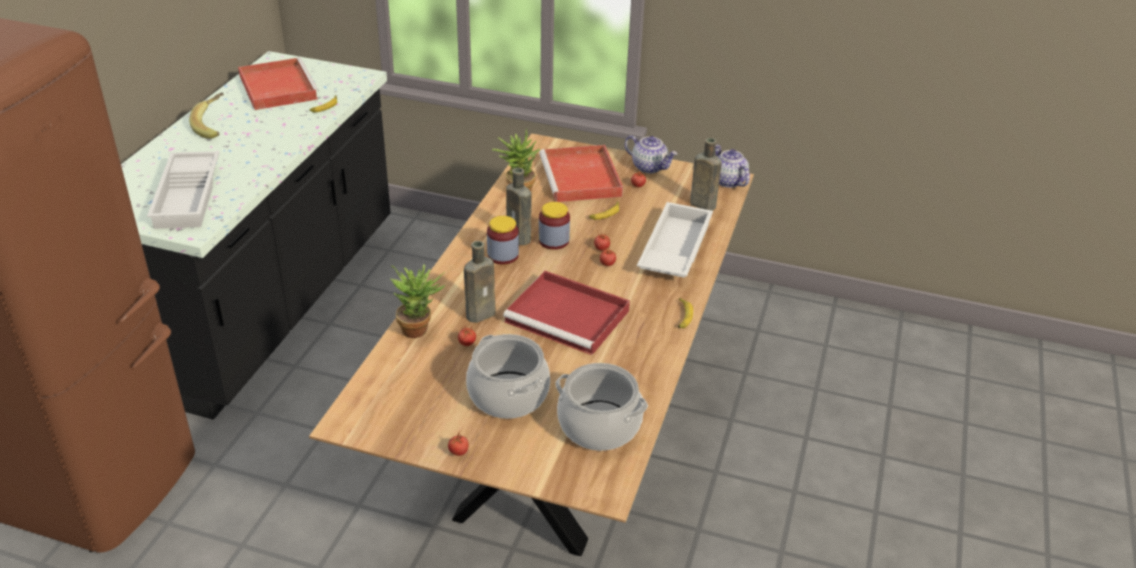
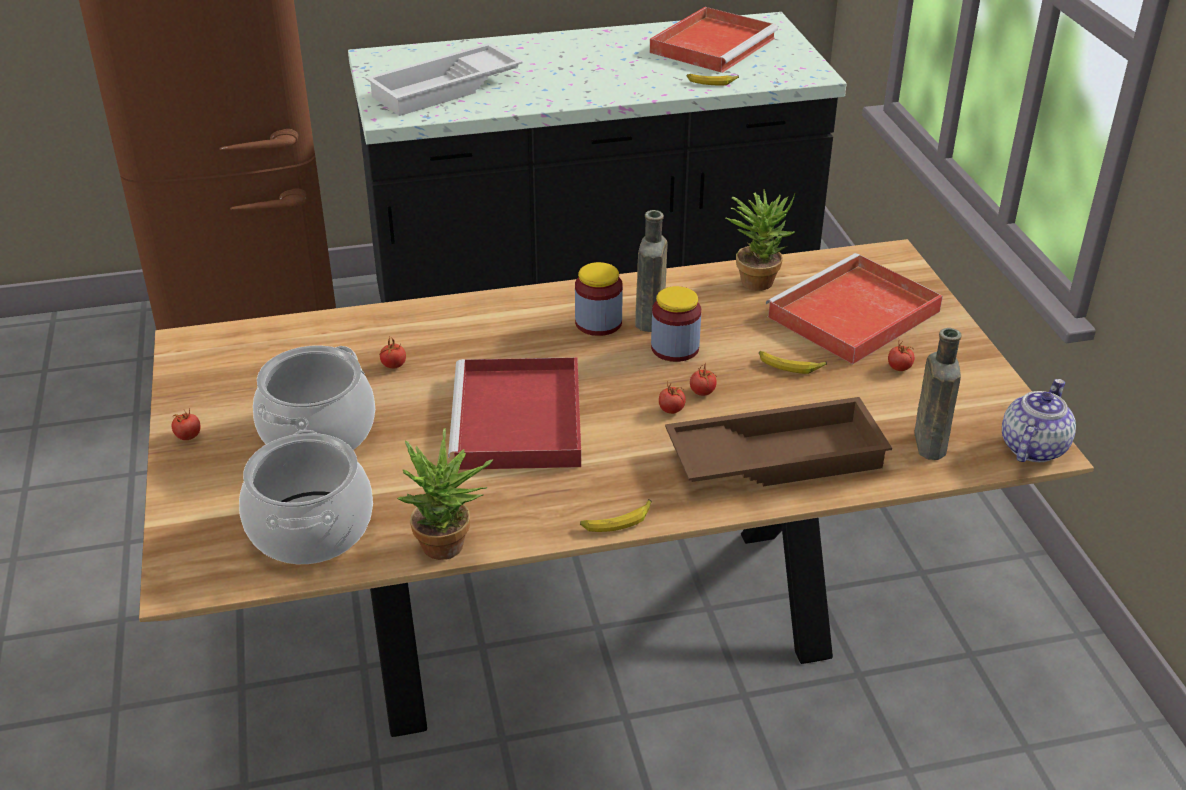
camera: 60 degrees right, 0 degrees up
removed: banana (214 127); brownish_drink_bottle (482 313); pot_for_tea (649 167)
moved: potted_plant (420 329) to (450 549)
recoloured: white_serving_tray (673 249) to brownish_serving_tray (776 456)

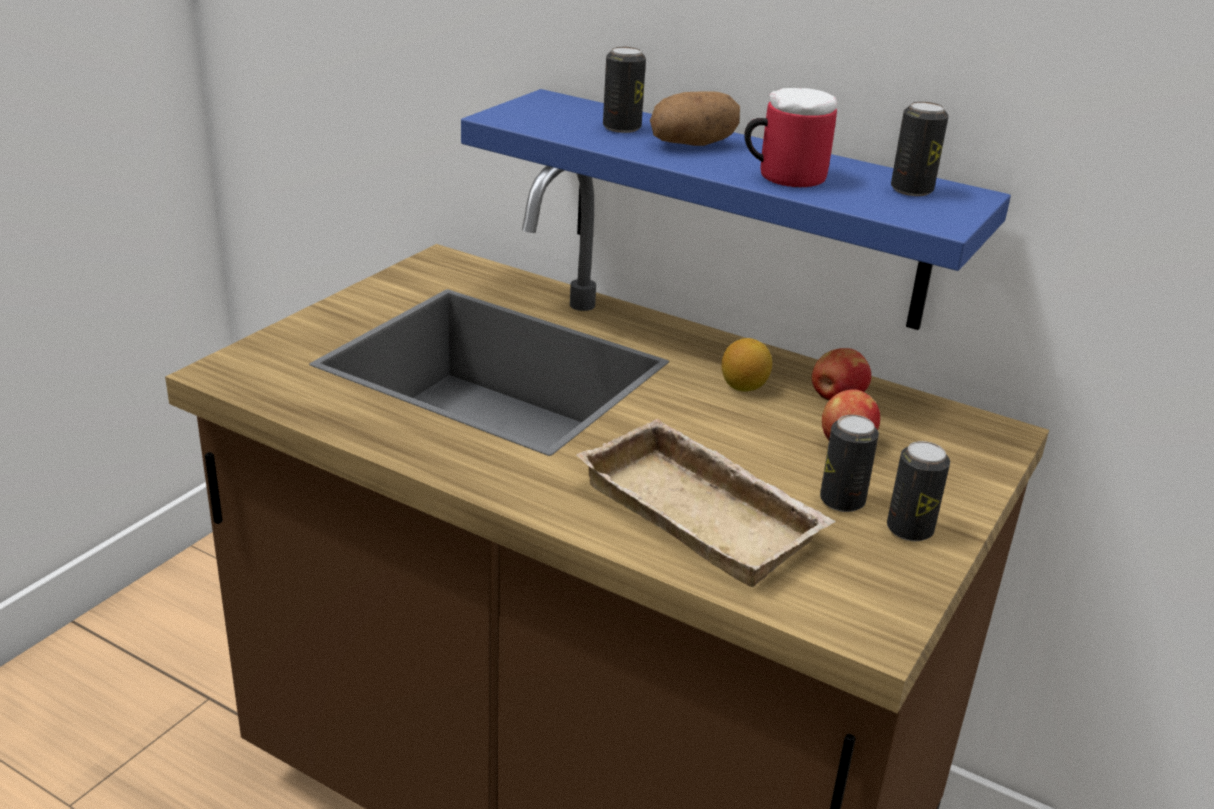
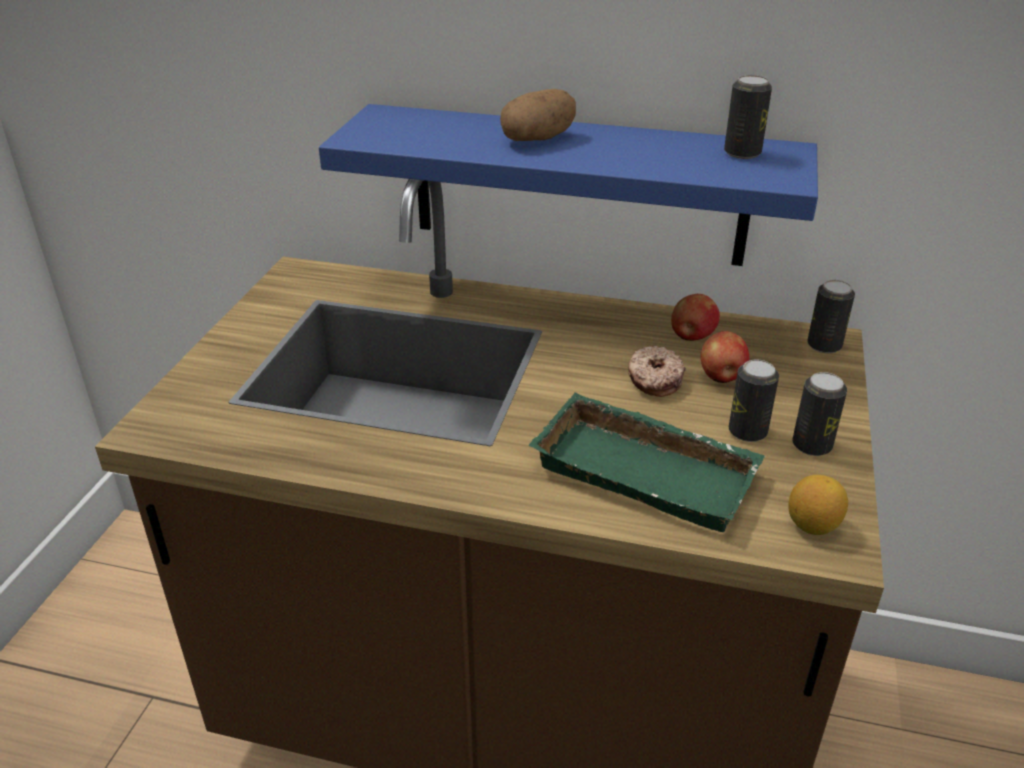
camera: 15 degrees left, 5 degrees up
removed: tea_mug (782 176)
added: donut (654 380)
moved: can (621 128) to (824 345); citrus_fruit (743 387) to (812 525)
recoloured: sand-coloured_serving_tray (706 513) to green_serving_tray (649 470)

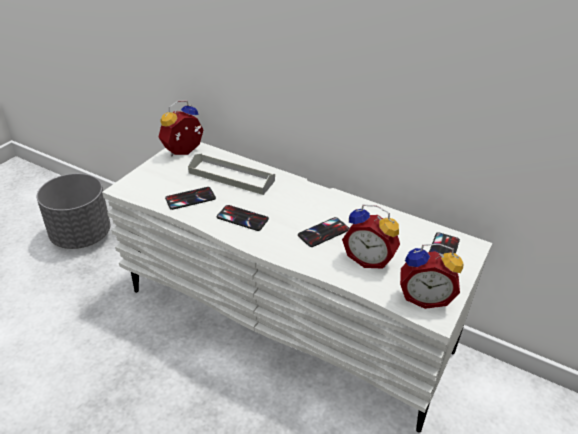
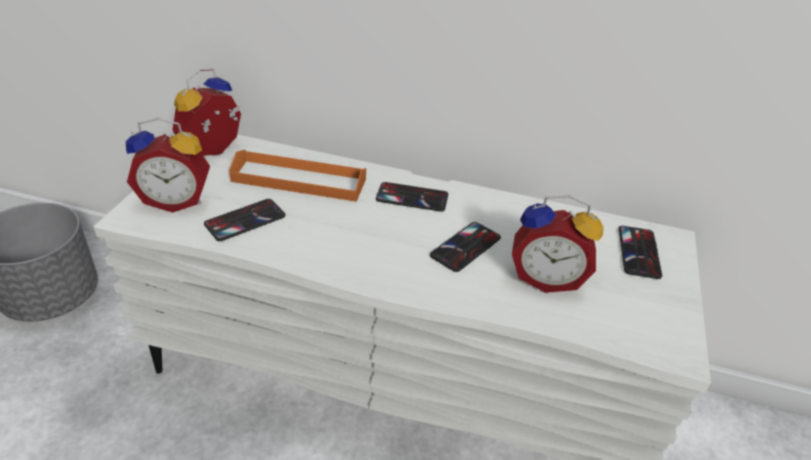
camera: 15 degrees left, 0 degrees up
moved: telephone (242 218) to (412 197); bedside_clock (424 297) to (176 200)
recoloured: grey_serving_tray (231 177) to orange-coloured_serving_tray (299 180)

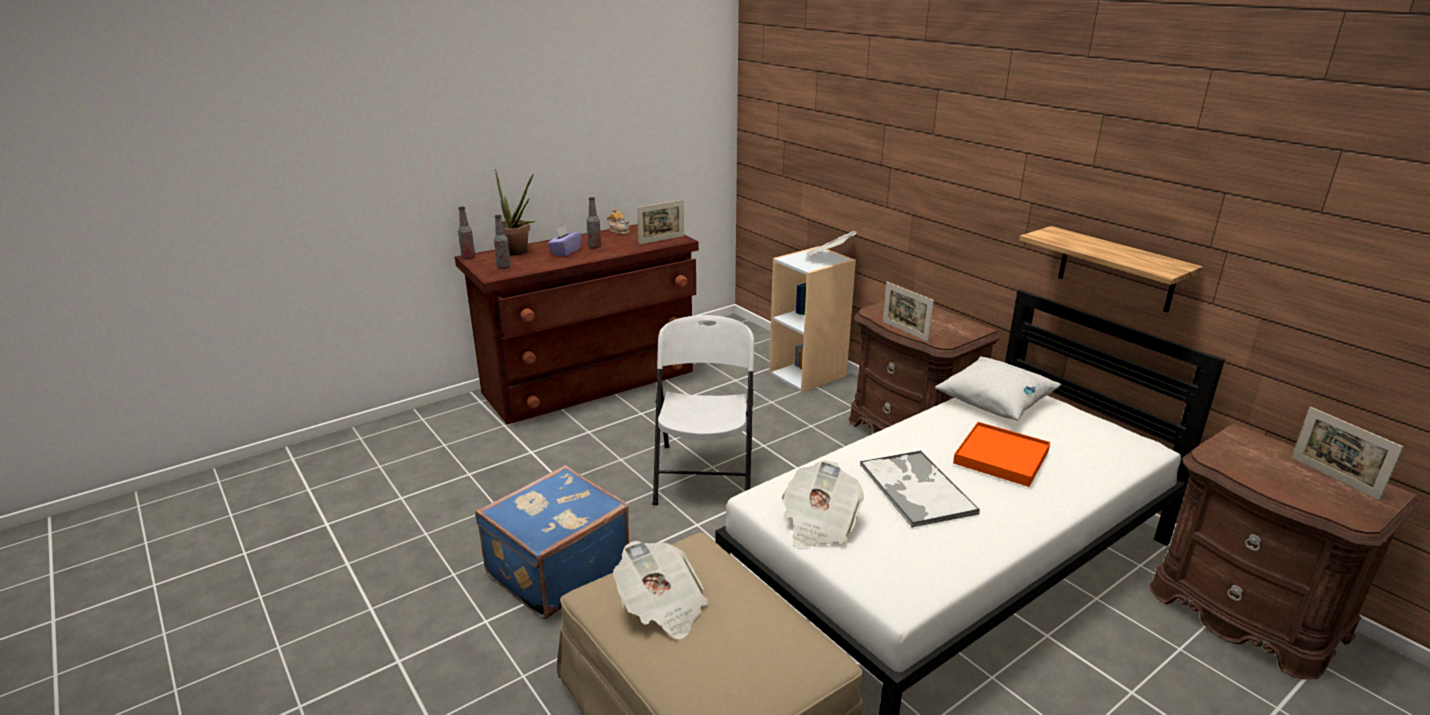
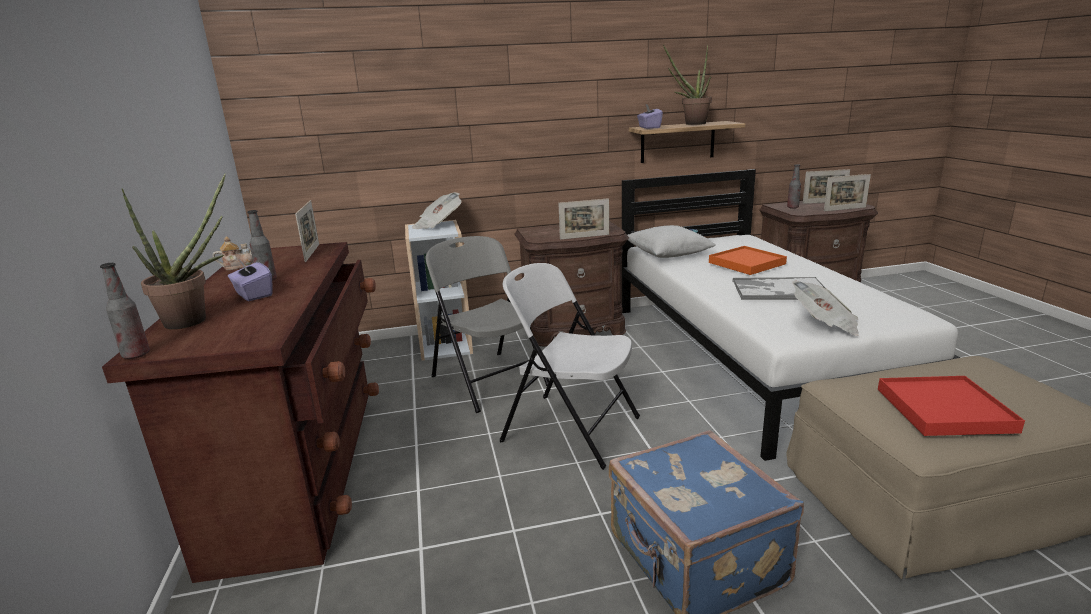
camera: 65 degrees left, 5 degrees down
added: grey_upright_chair (490 380); purple-coloured_tissue_holder (649 127); potted_plant (691 124); photo_frame (845 209)
moved: drink_bottle (504 267) to (792 207)
replaced: daily_paper (662 607) to red_serving_tray (944 409)

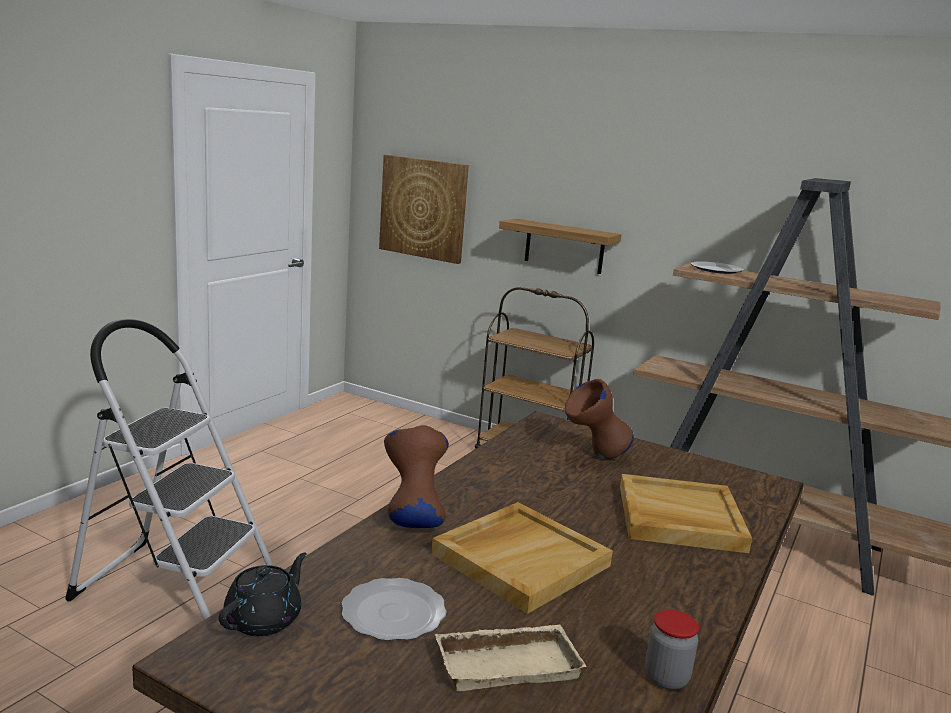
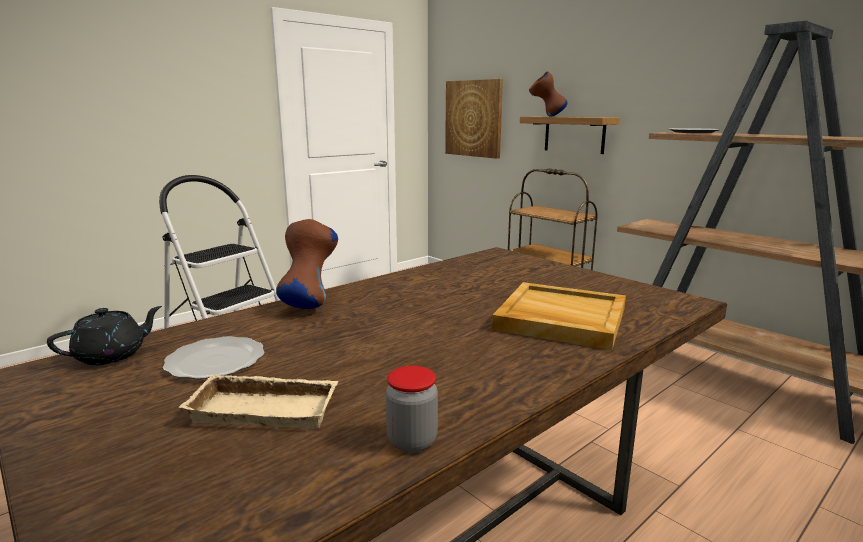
camera: 20 degrees right, 0 degrees up
removed: sand-coloured_serving_tray (521 559)
moved: brownish_flower_vase (594 457) to (546 116)

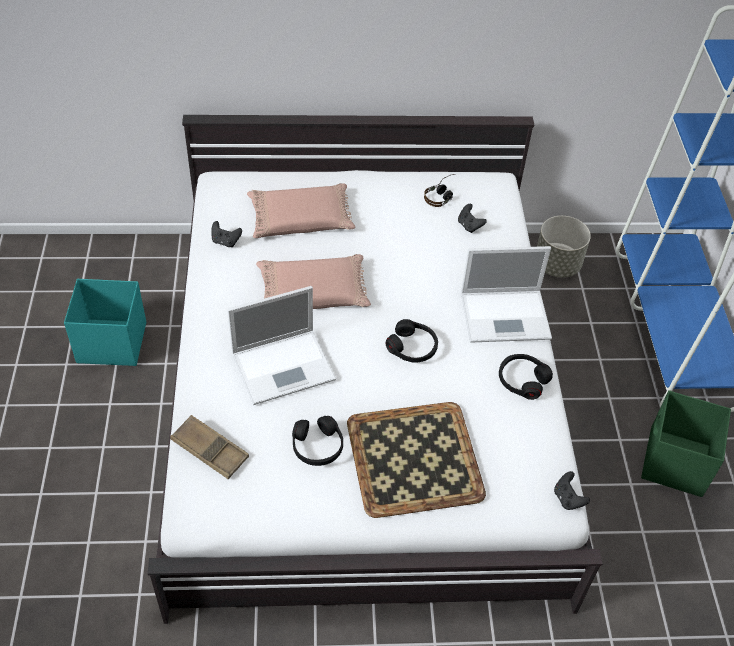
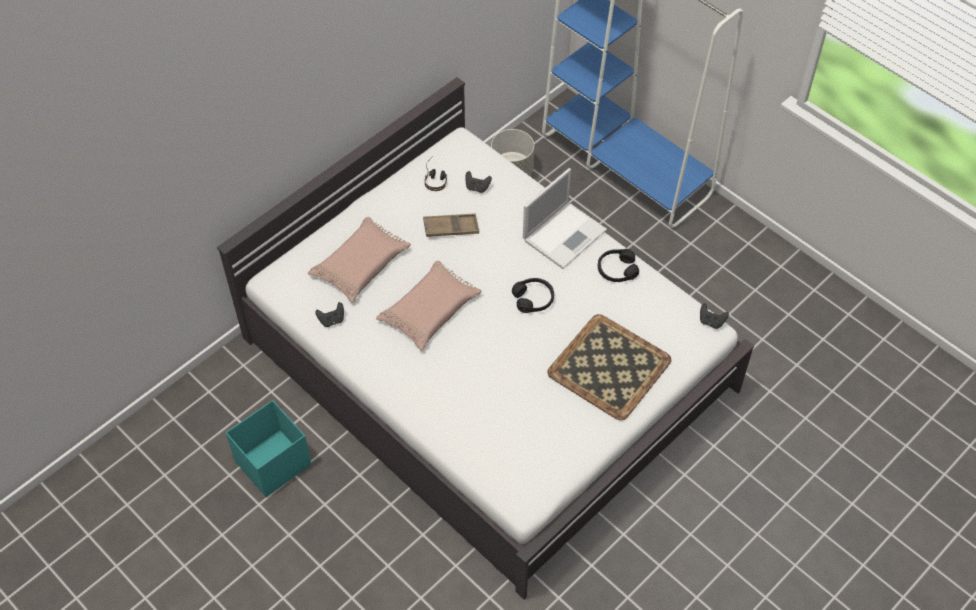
camera: 40 degrees left, 5 degrees up
removed: notebook_computer (285 365); black-coloured_headset (317 446); green_storage_bin (674 463)
moved: brownish_serving_tray (210 450) to (451 228)

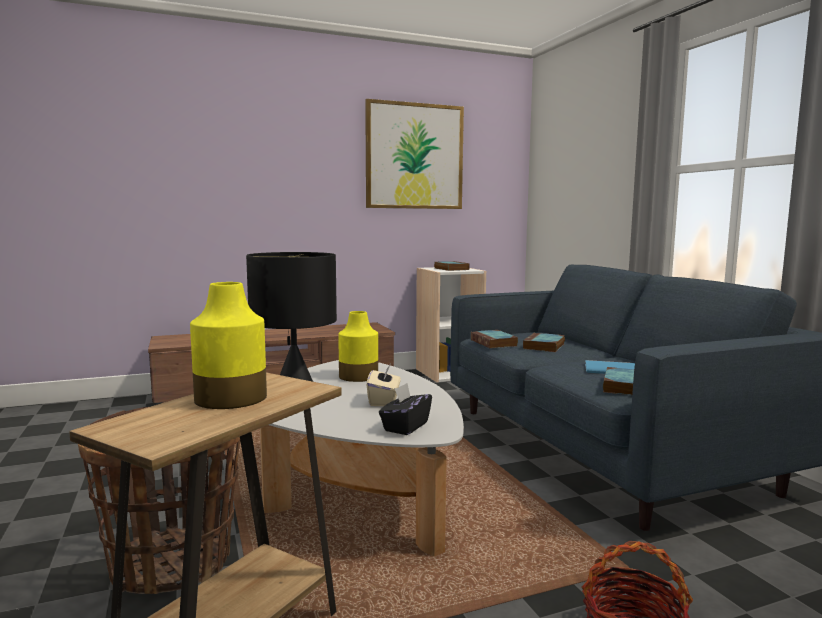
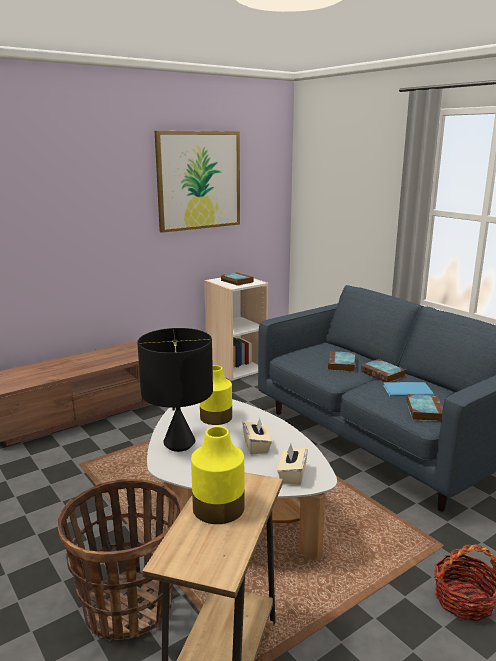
camera: 15 degrees left, 10 degrees up
moved: volume (494 343) to (383 374)
recoloured: black-coloured_tissue_holder (405 427) to sand-coloured_tissue_holder (292 475)

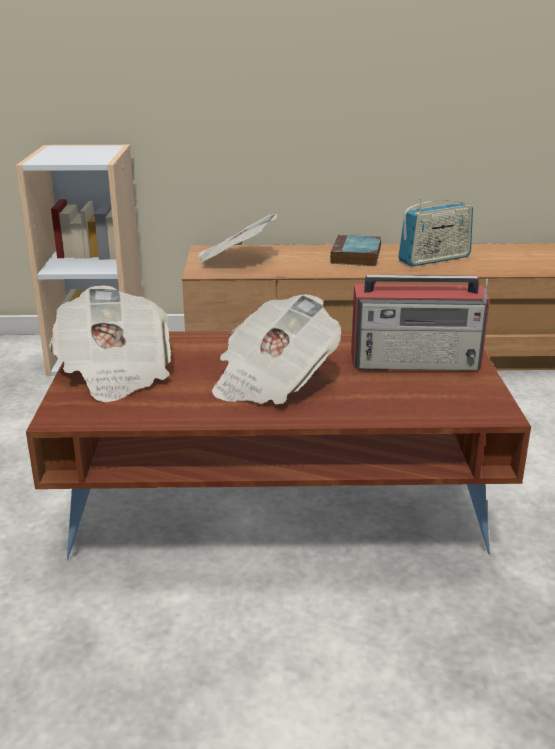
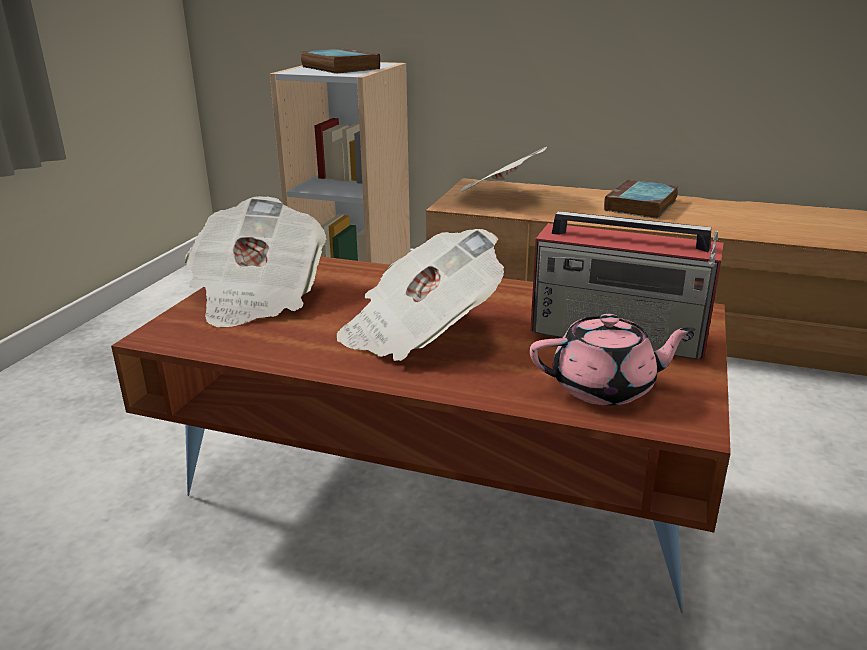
camera: 20 degrees right, 0 degrees up
removed: radio_receiver (434 259)
added: volume (338 68); pinkish_pot_for_tea (605 388)

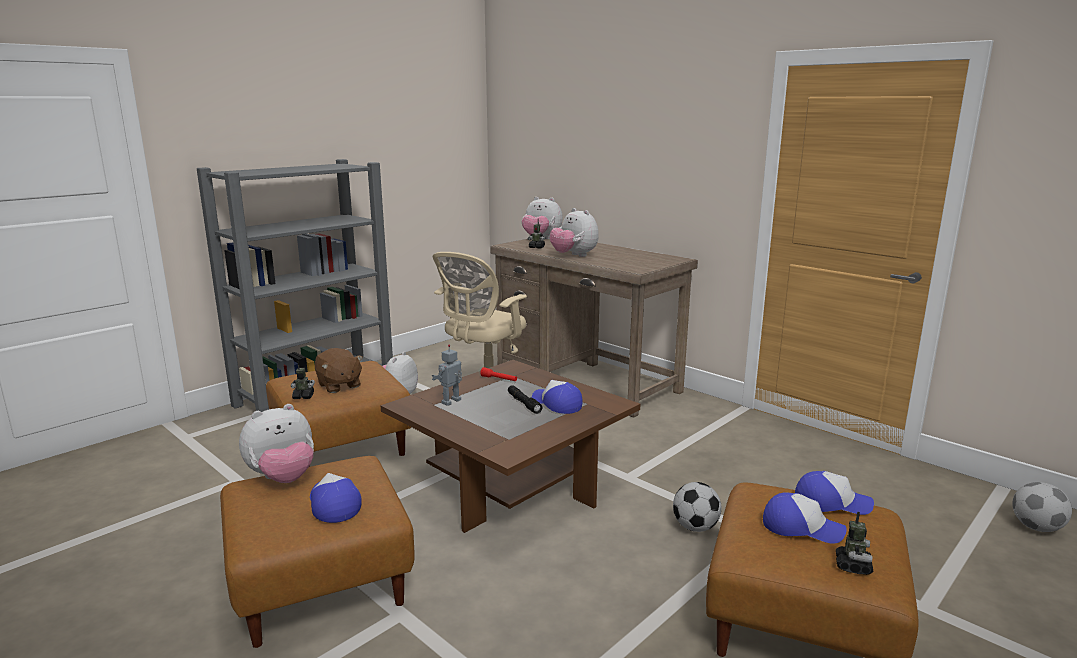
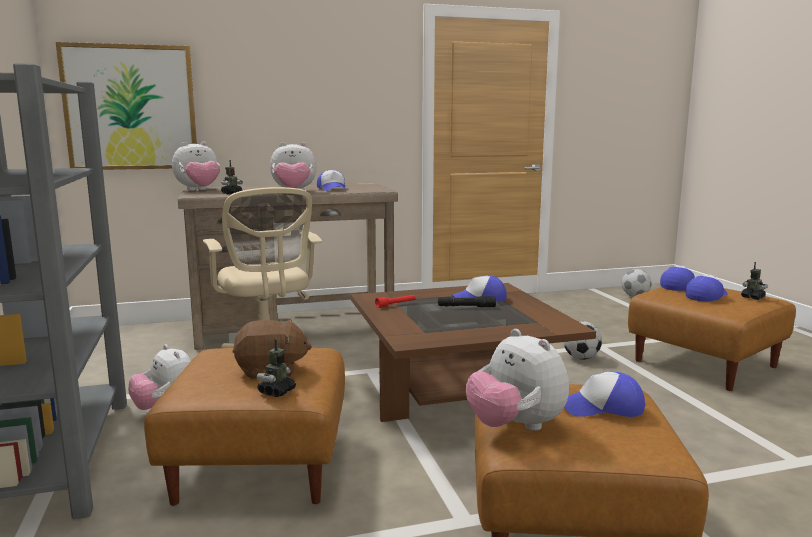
camera: 60 degrees left, 5 degrees down
removed: robot_figure (452 402)
added: wall_art (131 108); baseball_cap (332 189)
turned: soft_toy (283 478) = (515 427) 150 degrees clockwise

